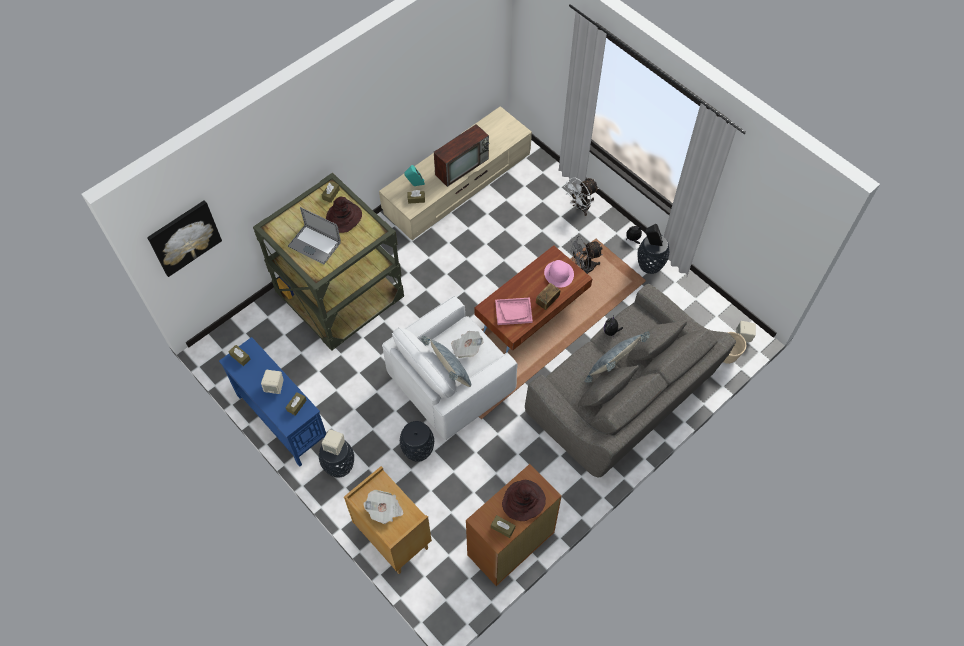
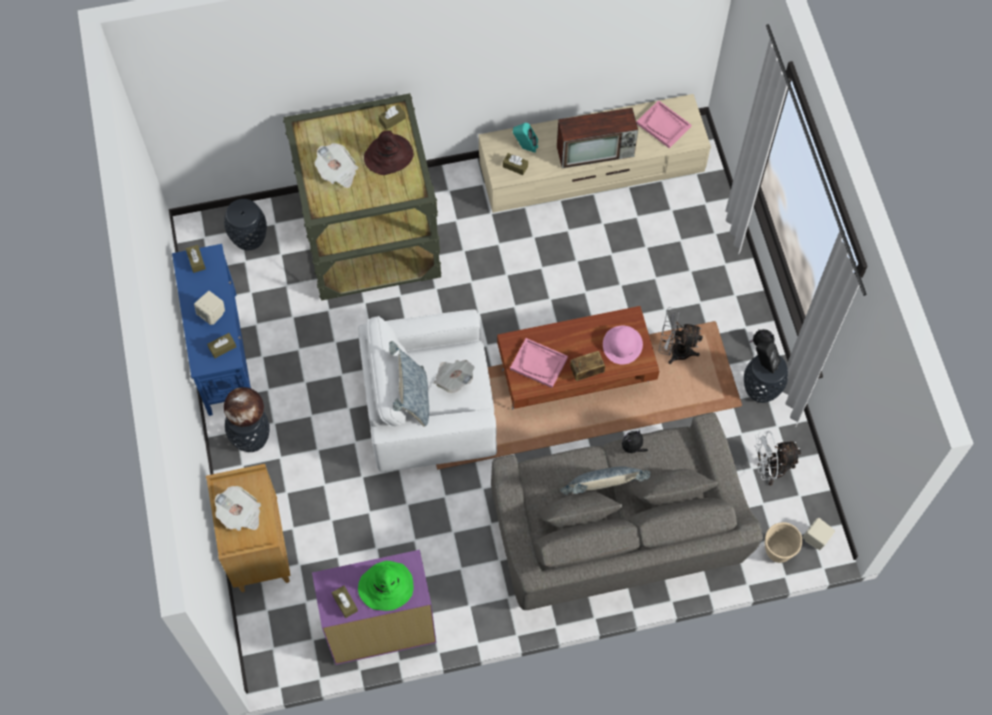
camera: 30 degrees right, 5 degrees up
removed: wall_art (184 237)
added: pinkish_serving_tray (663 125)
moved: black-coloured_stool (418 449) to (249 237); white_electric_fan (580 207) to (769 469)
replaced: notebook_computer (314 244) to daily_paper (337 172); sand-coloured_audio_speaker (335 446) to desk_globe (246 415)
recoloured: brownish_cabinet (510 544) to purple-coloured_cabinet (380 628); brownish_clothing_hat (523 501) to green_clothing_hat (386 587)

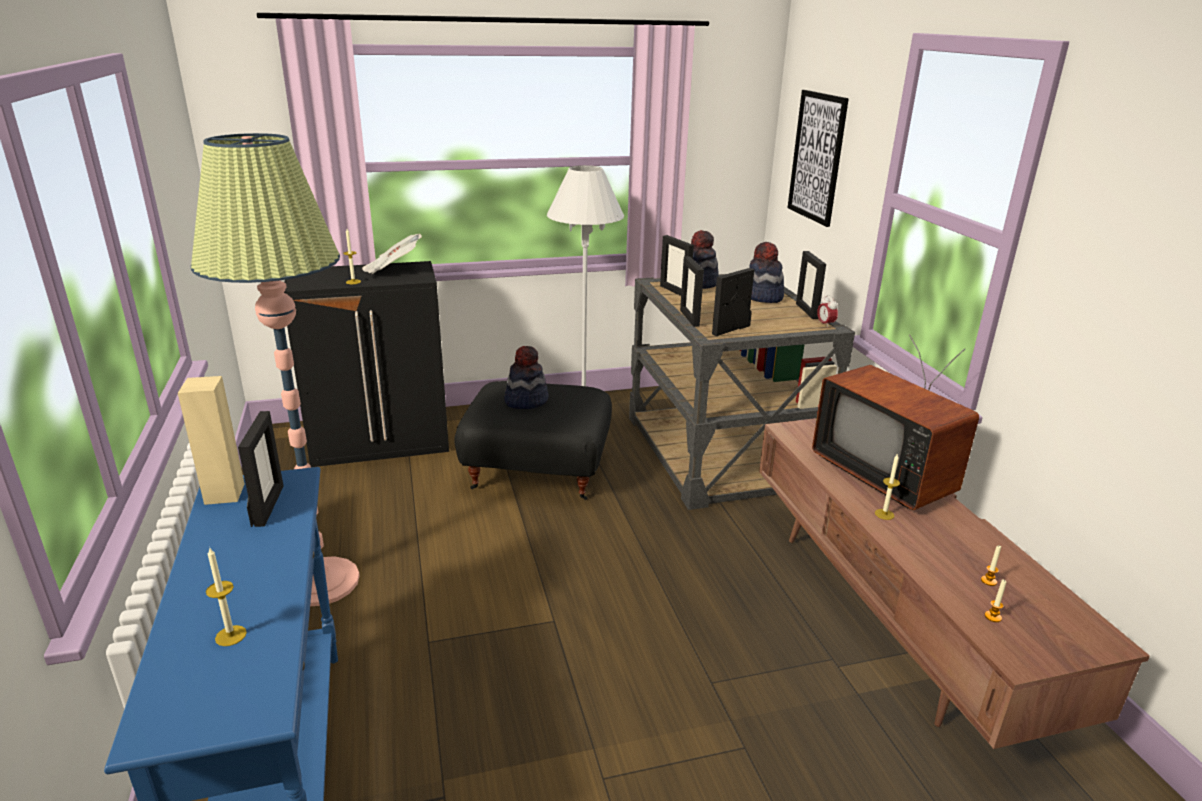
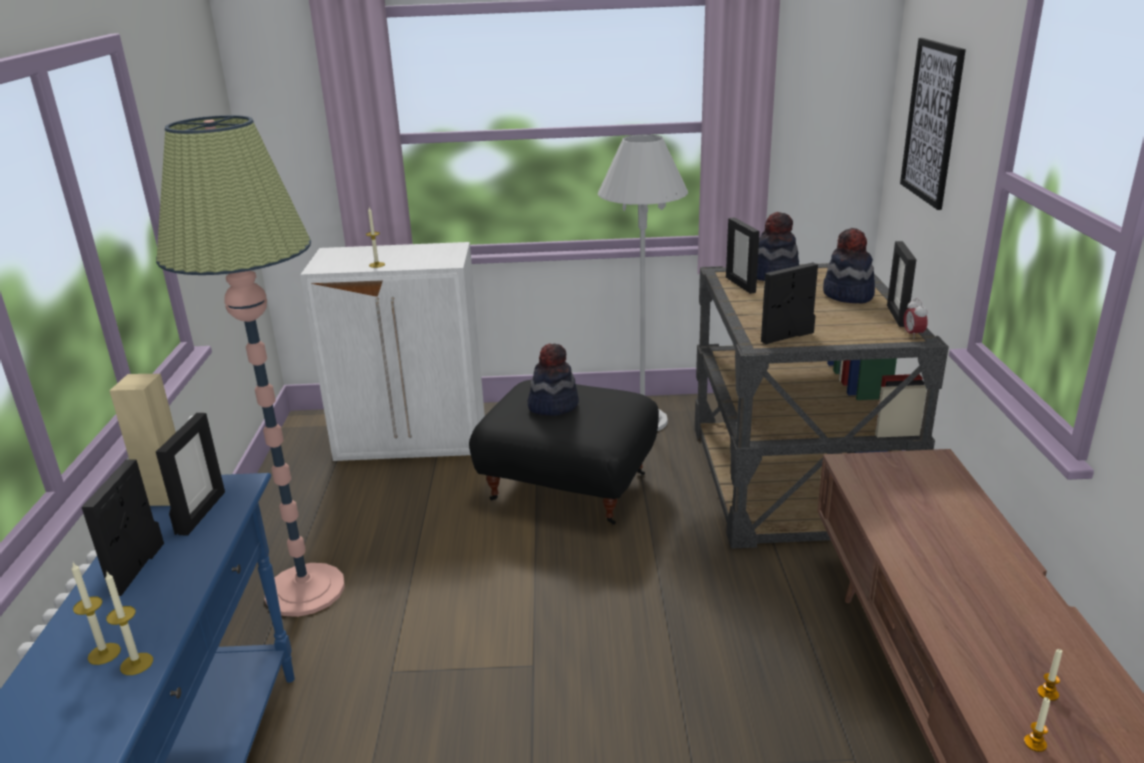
camera: 15 degrees right, 0 degrees up
removed: daily_paper (392 270); TV_set (887 474)
moved: photo_frame (690 318) to (138 568); candle (884 514) to (136 664)
recoloured: black-coloured_cabinet (381 442) to white_cabinet (412 438)

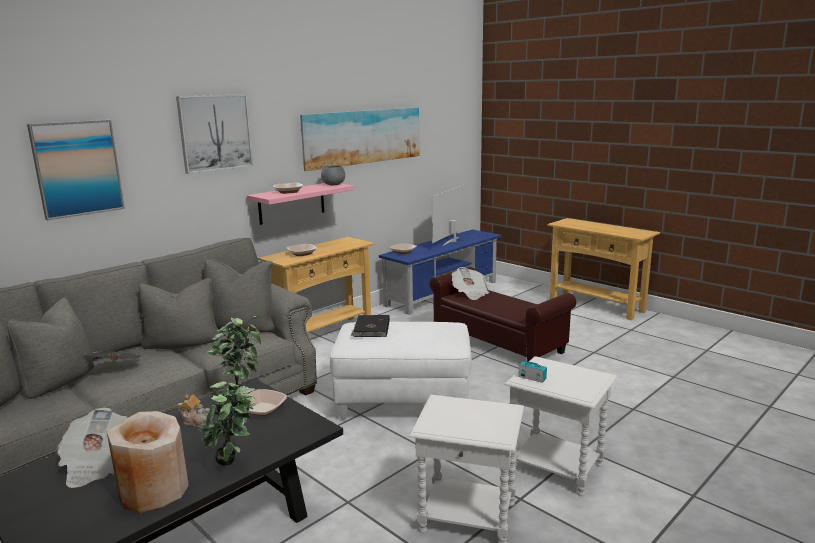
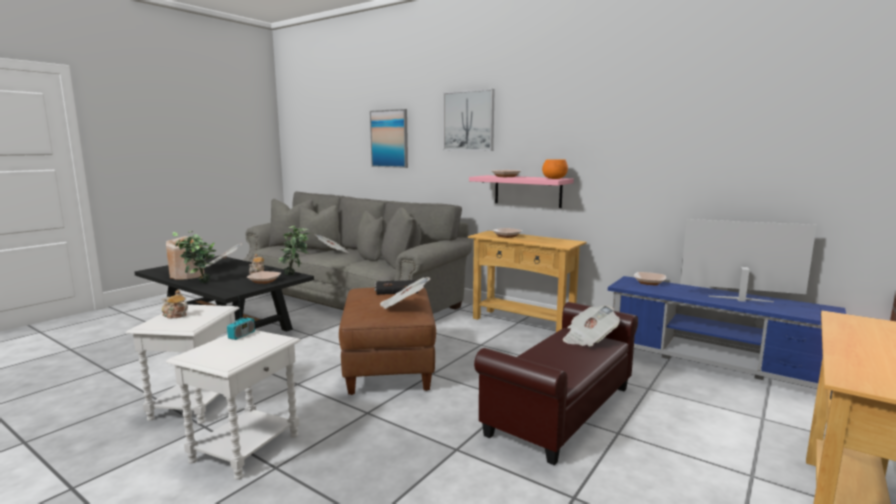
camera: 80 degrees right, 5 degrees down
removed: wall_art (362 137)
added: pot_for_tea (174 315); daily_paper (404 306)
recoloured: grey_deep_dish (333 185) to orange-coloured_deep_dish (554 178); white_pouffe (404 400) to brownish_pouffe (390 367)

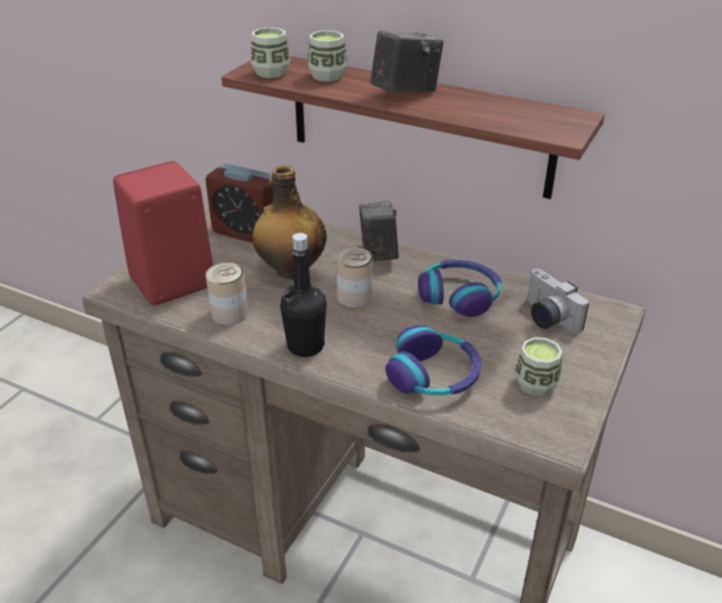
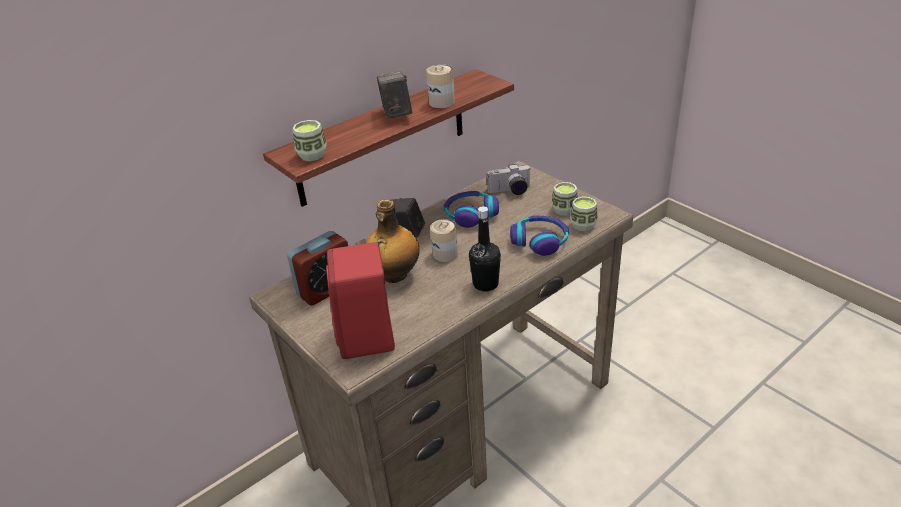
camera: 65 degrees left, 0 degrees up
moved: can (229 313) to (441 102); drinking_cup (327 76) to (583 225)

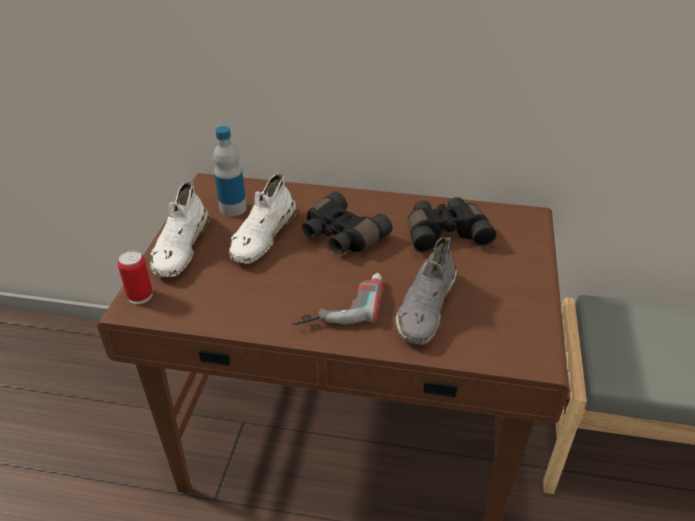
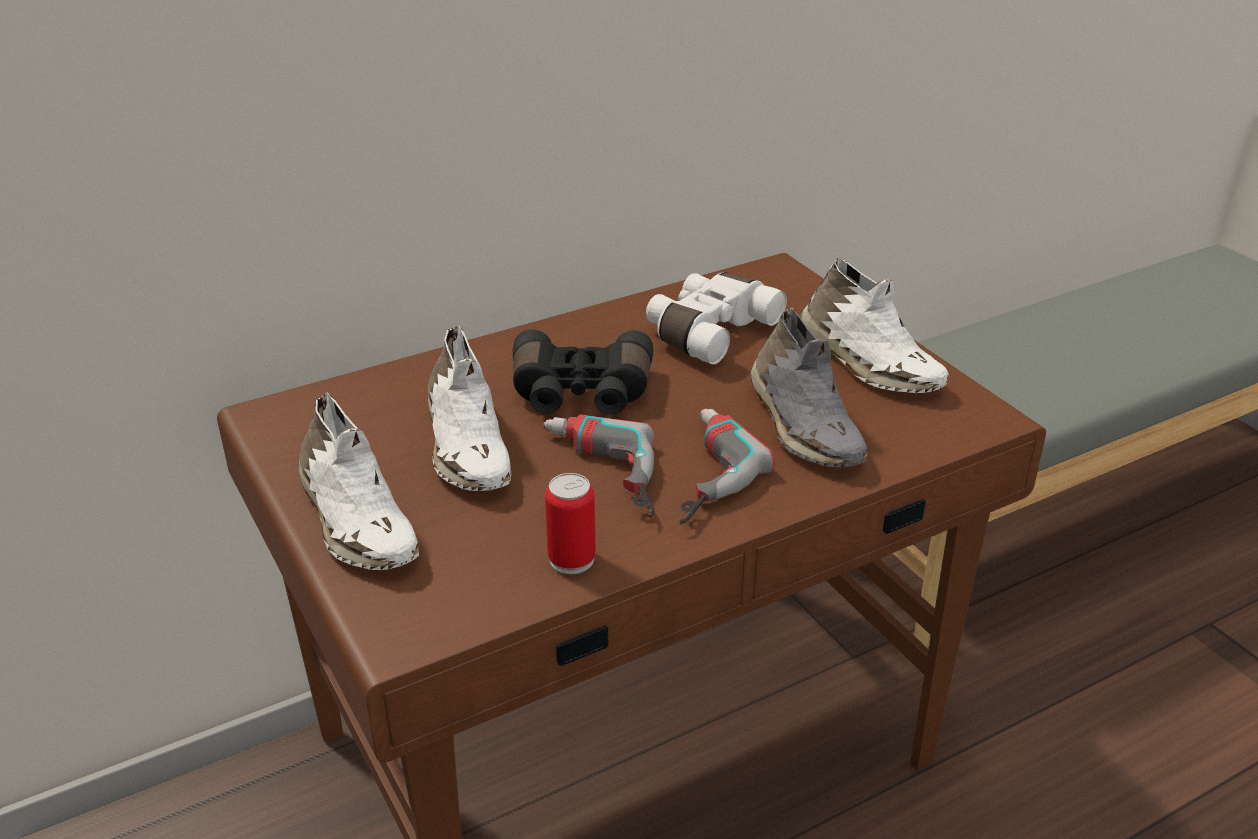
camera: 40 degrees left, 5 degrees down
removed: drink_bottle (233 208)
added: electric_drill (597 475); white_item_of_footwear (867 362)
moved: can (140 296) to (571 559)
recoloured: black-coloured_binoculars (445 233) to white_binoculars (708 331)

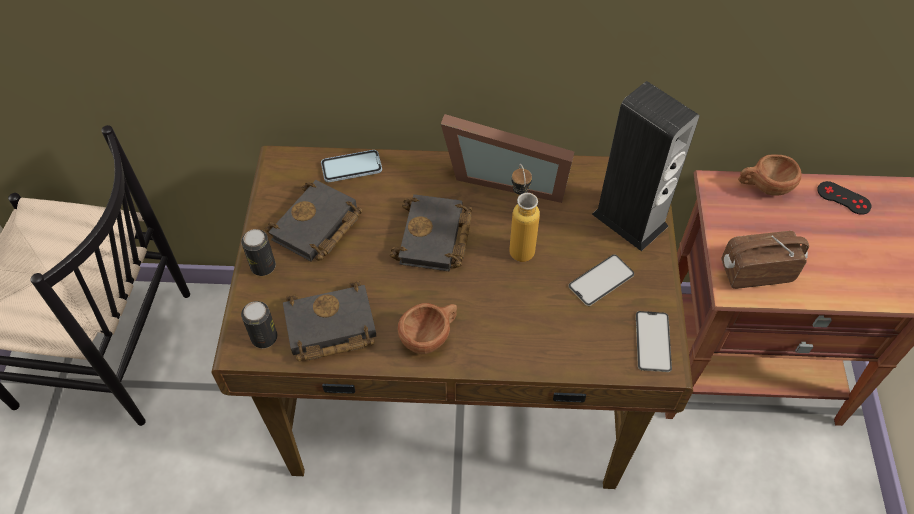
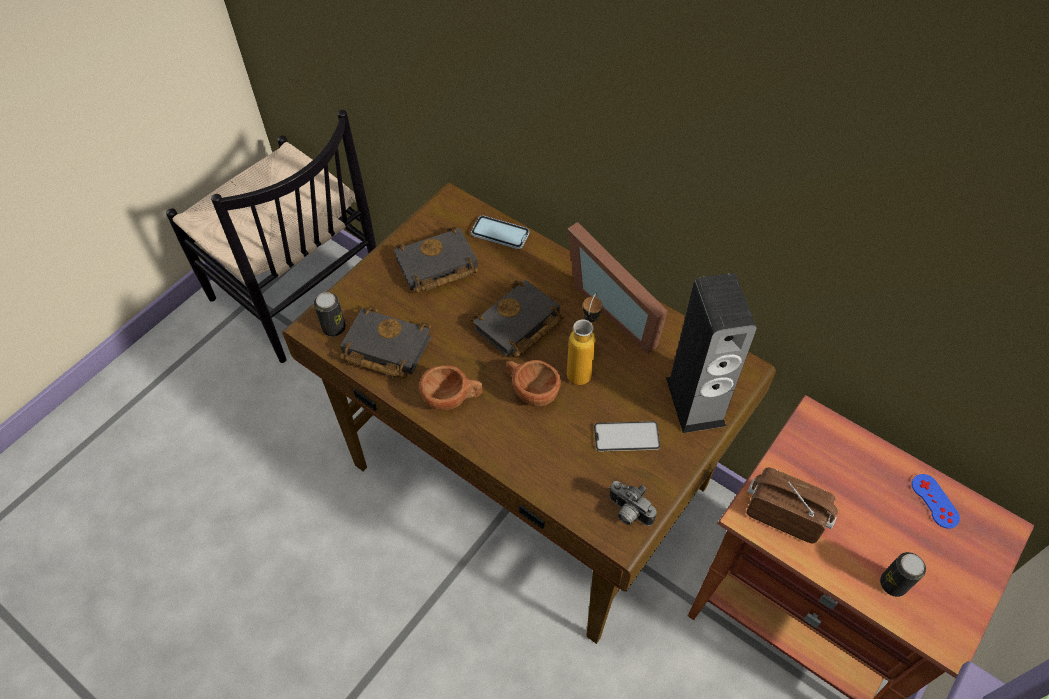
camera: 35 degrees right, 0 degrees up
moved: can (263 266) to (893 584); brownish_drinking_cup (764 187) to (530 391)
replaced: telephone (653 341) to still_camera (628 513)
recoloured: black-coloured_game_controller (843 198) to blue-coloured_game_controller (935 501)

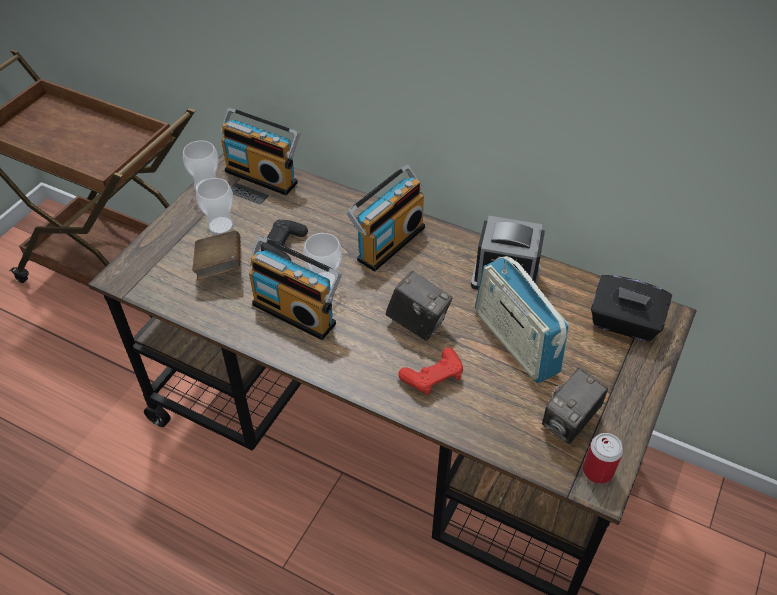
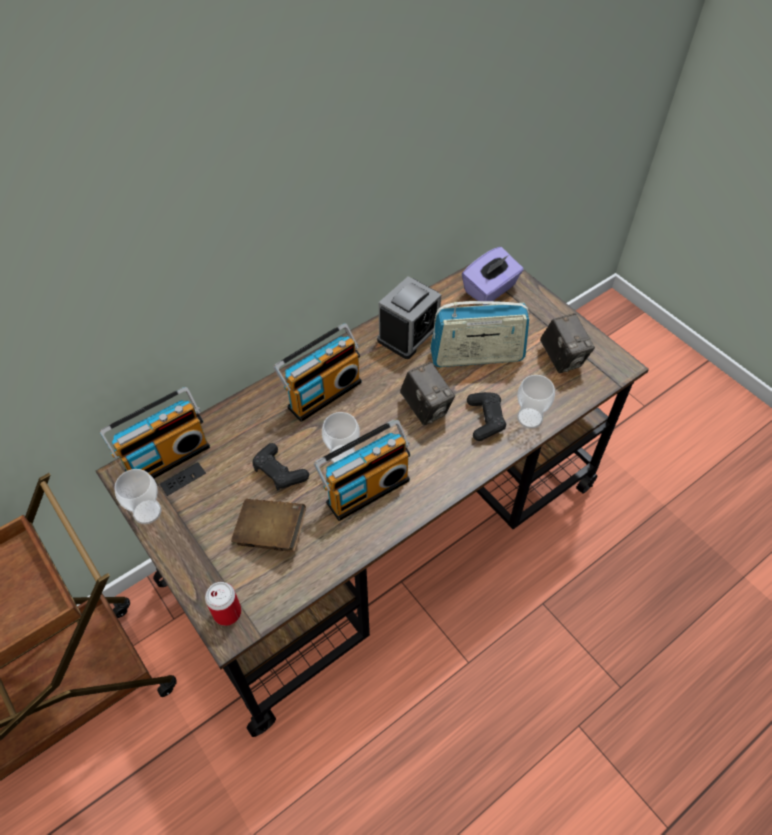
camera: 65 degrees left, 5 degrees up
moved: drinking_cup (221 225) to (529 418); can (597 471) to (227 612)
recoloured: red_game_controller (433 377) to black-coloured_game_controller (485 420); black-coloured_tissue_holder (624 323) to purple-coloured_tissue_holder (490 289)
turned: radio_receiver (388 242) = (322 393) 75 degrees clockwise; still_camera (417 323) = (425 408) 90 degrees clockwise

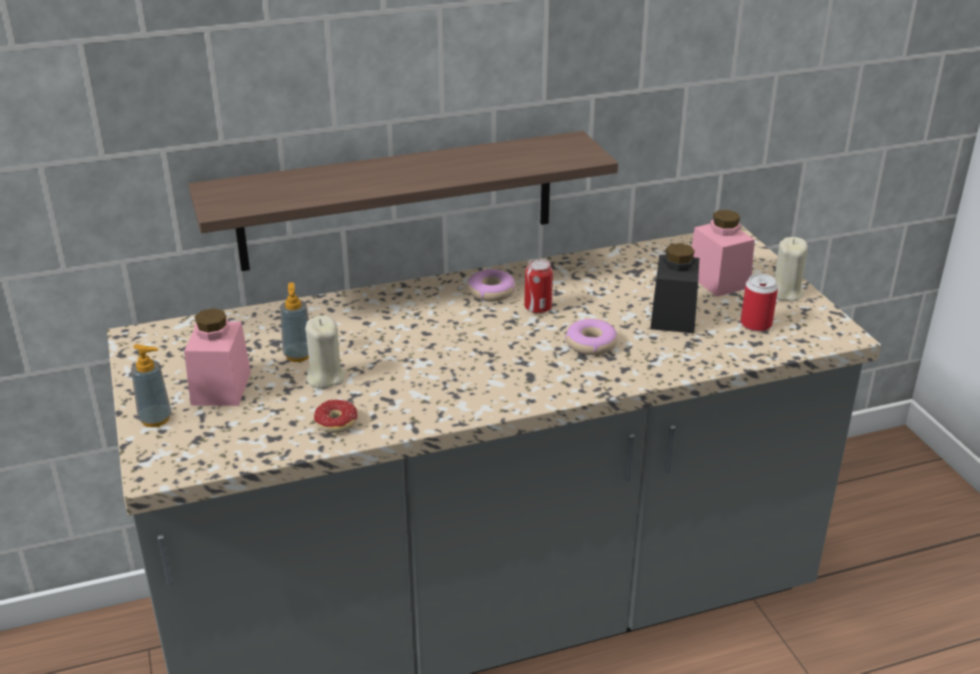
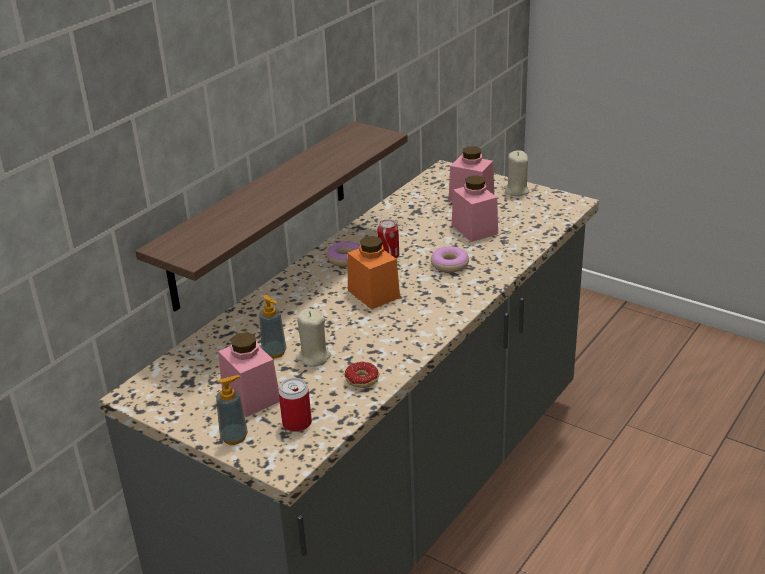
camera: 35 degrees left, 0 degrees up
added: orange-coloured_storage_jar (373 294)
moved: can (756 324) to (297 423)
recoloured: black-coloured_storage_jar (673 317) to pinkish_storage_jar (474 229)

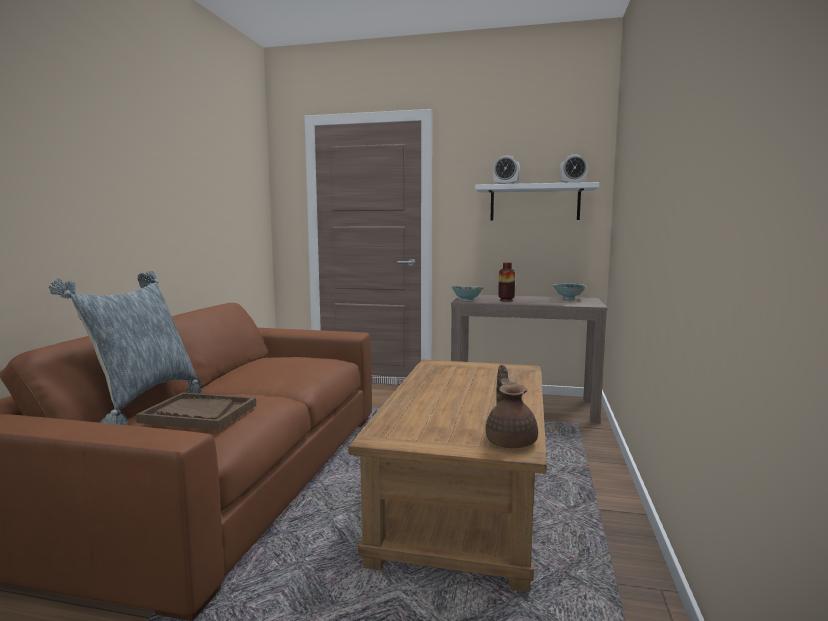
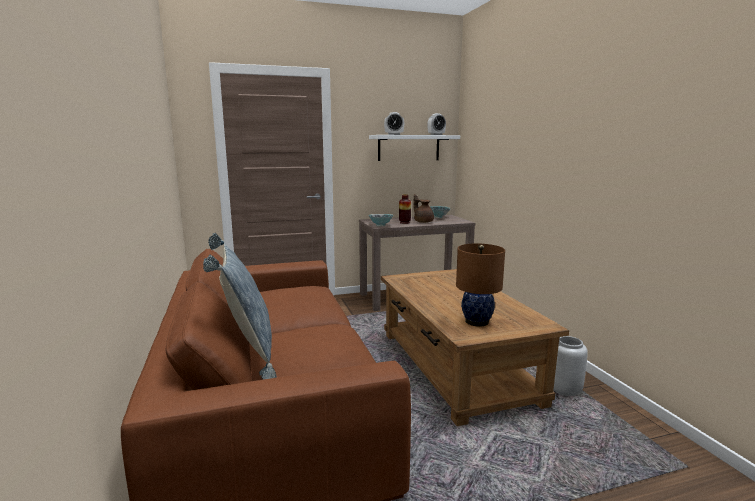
camera: 30 degrees left, 5 degrees up
removed: brownish_serving_tray (198 414)
added: brownish_lamp_for_a_table (476 321); grey_flower_vase (565 390)
moved: brownish_pot_for_tea (510 441) to (423 221)

